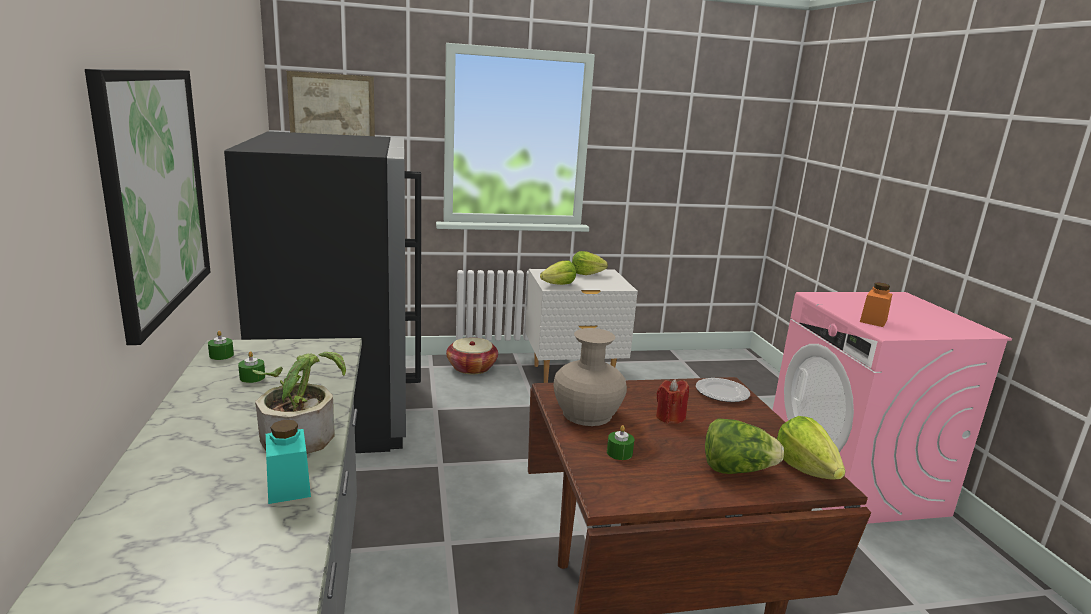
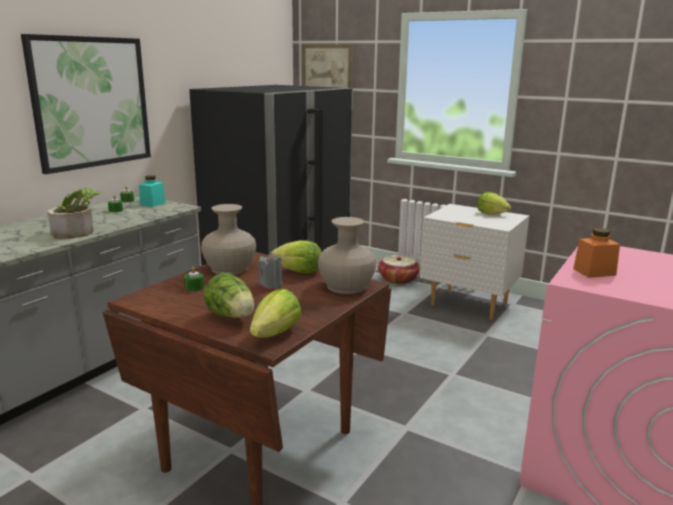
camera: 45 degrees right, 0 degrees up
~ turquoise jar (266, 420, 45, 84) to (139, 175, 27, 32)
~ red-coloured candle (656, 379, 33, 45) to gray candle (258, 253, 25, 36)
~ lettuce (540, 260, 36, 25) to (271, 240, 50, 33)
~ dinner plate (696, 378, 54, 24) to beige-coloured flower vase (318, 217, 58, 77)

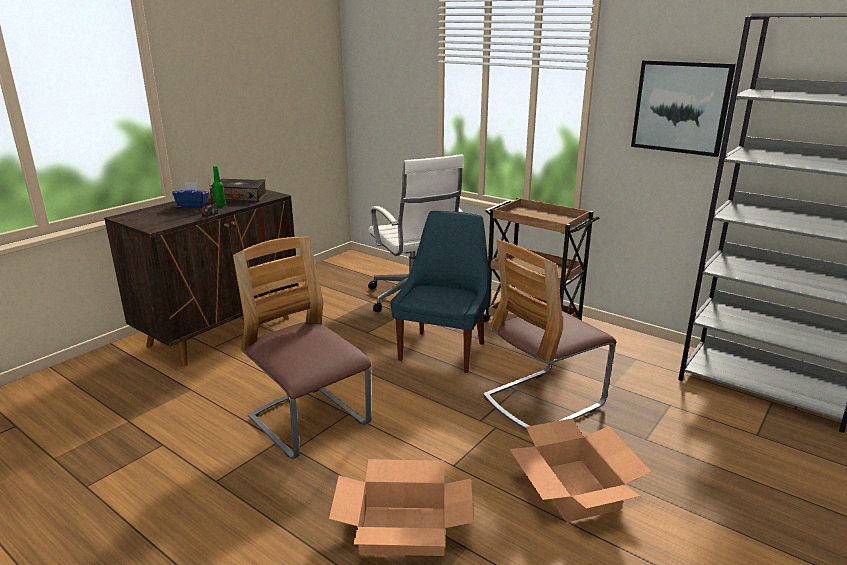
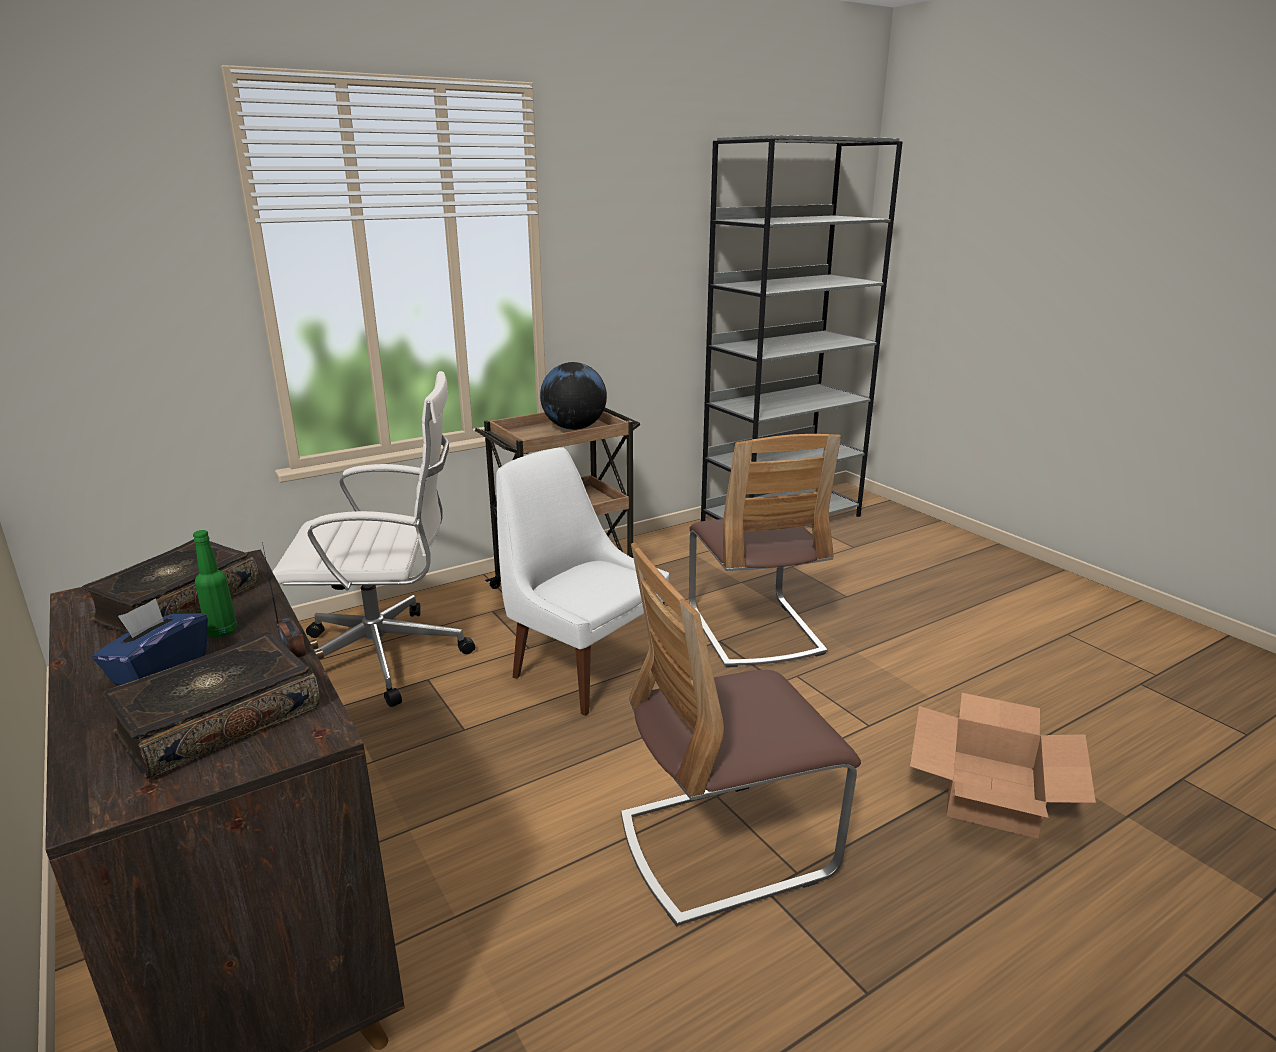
camera: 70 degrees left, 0 degrees up
+ bound book (102, 632, 218, 147)
~ blue plain chair (391, 211, 99, 162) to white plain chair (496, 447, 173, 269)
+ world globe (540, 362, 67, 68)
- cardboard box (509, 418, 142, 104)
- wall art (631, 60, 105, 97)

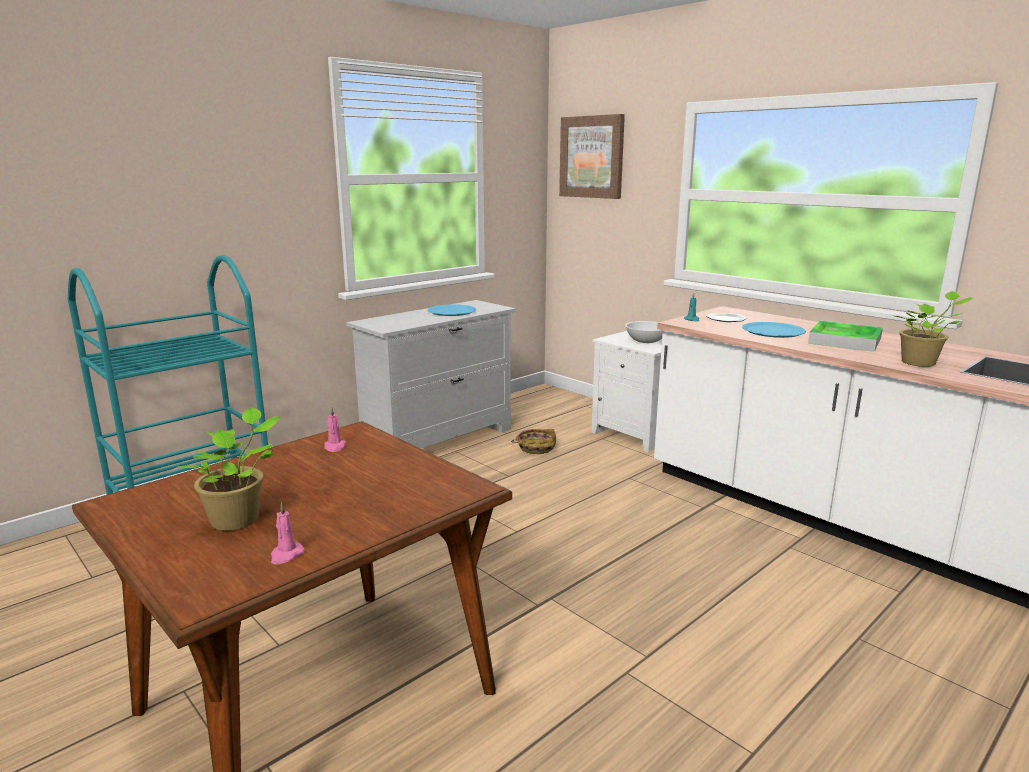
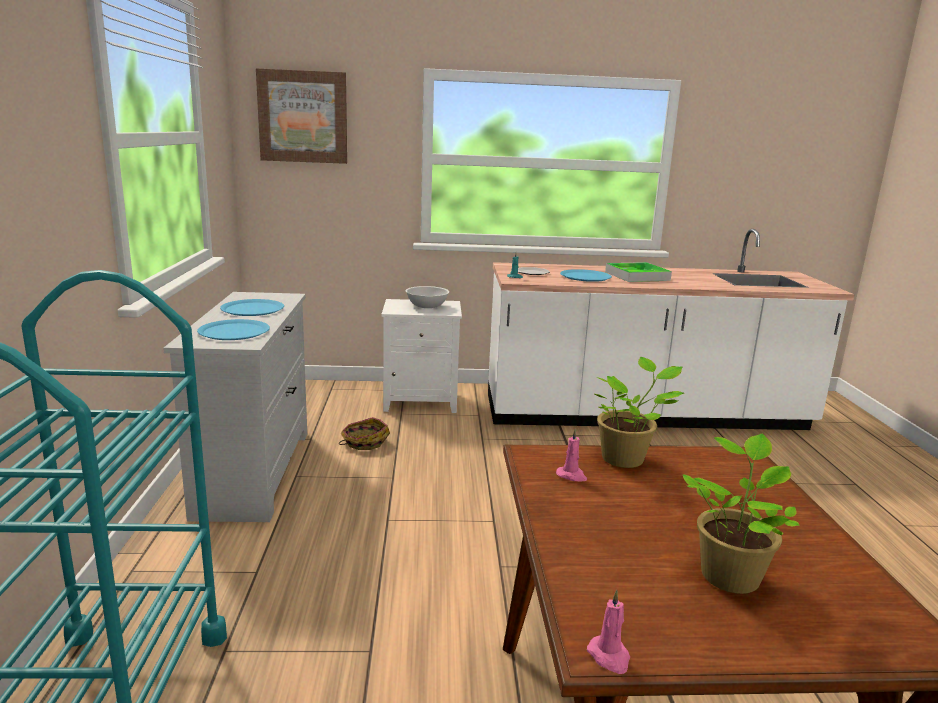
camera: 50 degrees left, 0 degrees up
+ blue dinner plate (197, 319, 73, 21)
~ pinkish candle (271, 502, 34, 63) to (587, 590, 43, 84)
~ potted plant (895, 291, 78, 76) to (593, 357, 91, 111)

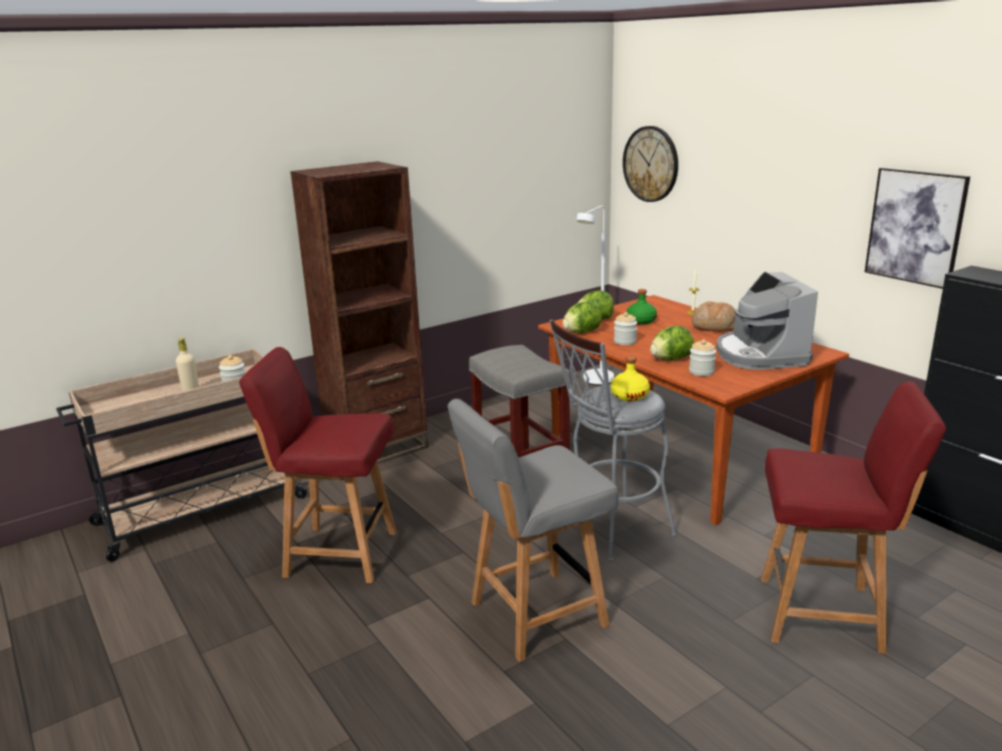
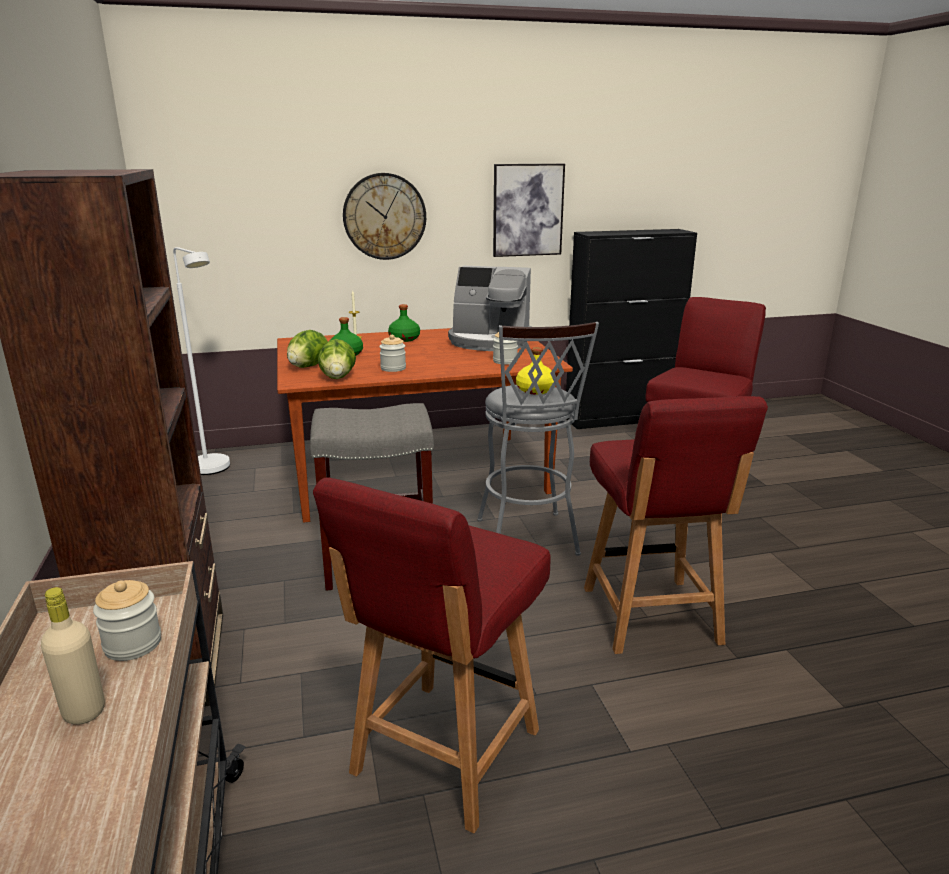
camera: 70 degrees left, 0 degrees up
~ wall clock (623, 126, 55, 76) to (343, 173, 83, 87)
~ bread (692, 301, 44, 31) to green-coloured bottle (388, 304, 32, 38)
~ gray plain chair (448, 399, 171, 263) to red-coloured plain chair (584, 396, 184, 258)
- lettuce (650, 326, 44, 34)

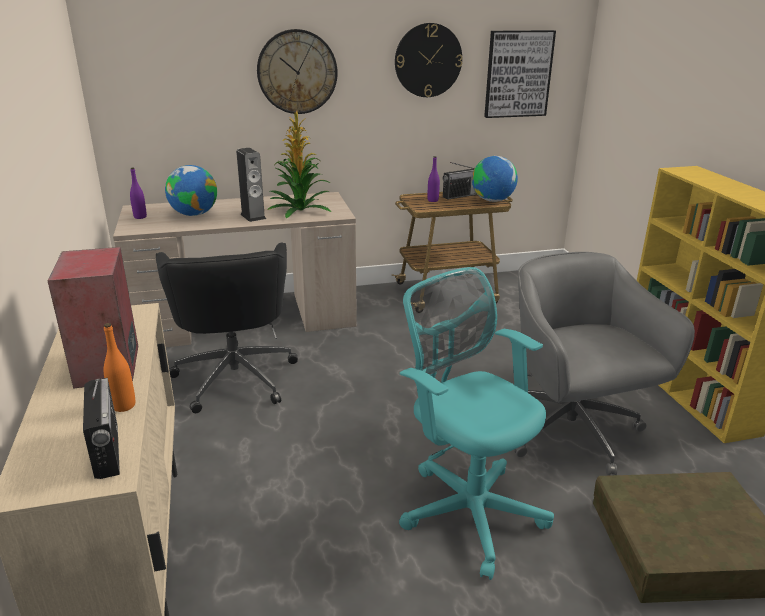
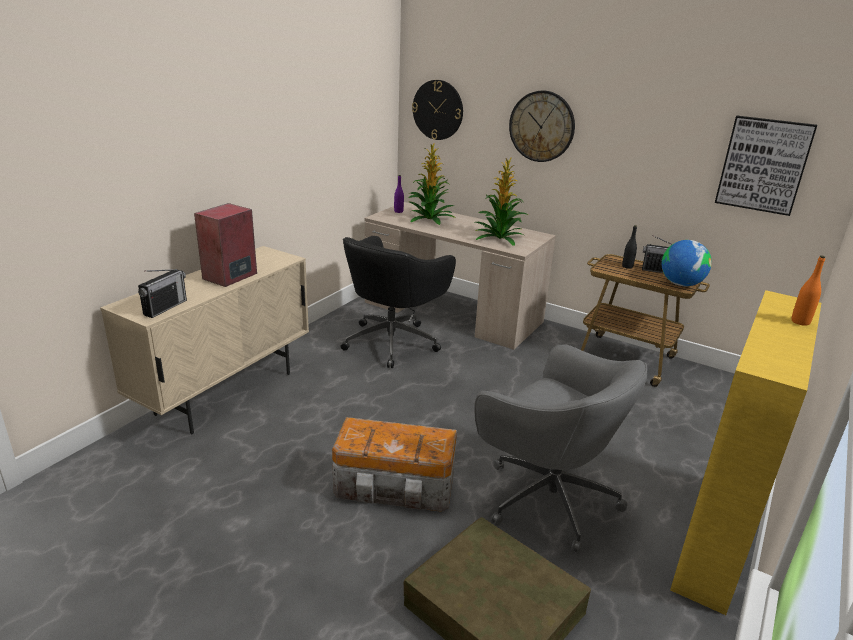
camera: 45 degrees right, 0 degrees up
~ turquoise desk chair (399, 267, 155, 313) to storage box (332, 417, 125, 95)
~ world globe (165, 165, 52, 51) to potted plant (408, 142, 48, 83)
~ wall clock (395, 23, 68, 74) to (412, 80, 51, 60)
~ gray desk chair (514, 252, 181, 224) = (474, 344, 173, 210) 105 degrees clockwise
~ purplish bottle (428, 156, 12, 46) to black bottle (622, 225, 15, 44)
~ orangey bottle (103, 323, 32, 89) to (792, 255, 33, 71)
- loudspeaker (236, 148, 30, 74)

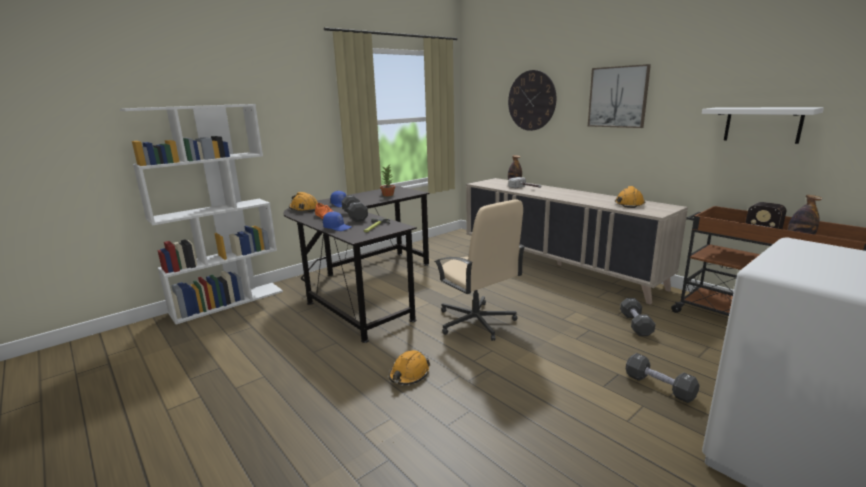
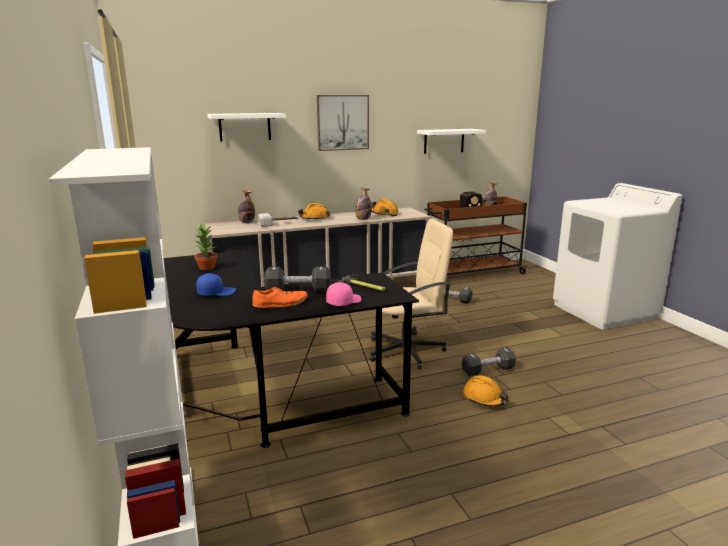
camera: 70 degrees left, 0 degrees up
~ wall clock (508, 70, 48, 61) to white bracket shelf (207, 113, 79, 29)
~ orangey hard hat (289, 192, 29, 20) to (298, 203, 32, 16)
~ blue baseball cap (323, 211, 28, 20) to pinkish baseball cap (326, 282, 36, 24)
+ bottle (355, 188, 17, 32)
~ black dumbbell (626, 353, 74, 50) to (462, 347, 54, 29)

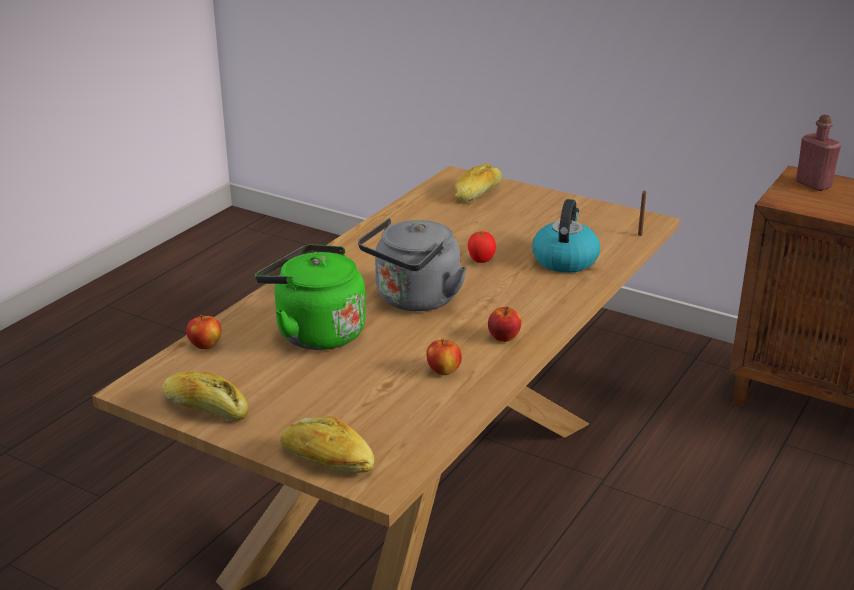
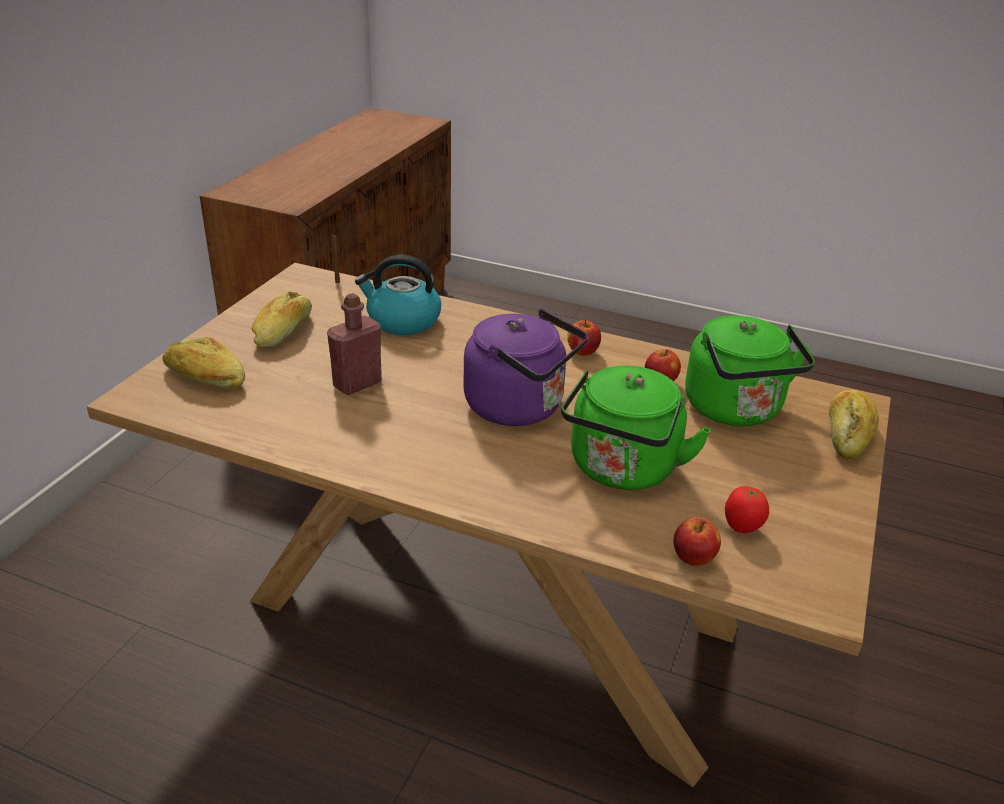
camera: 100 degrees left, 5 degrees up
~ bread (163, 371, 85, 50) to (252, 292, 60, 55)
~ red-coloured bottle (796, 115, 45, 76) to (327, 293, 55, 102)
~ gray water kettle (358, 218, 109, 93) to purplish water kettle (463, 309, 125, 117)
+ green-coloured water kettle (685, 315, 130, 111)
~ tomato (468, 231, 28, 32) to (725, 486, 44, 47)

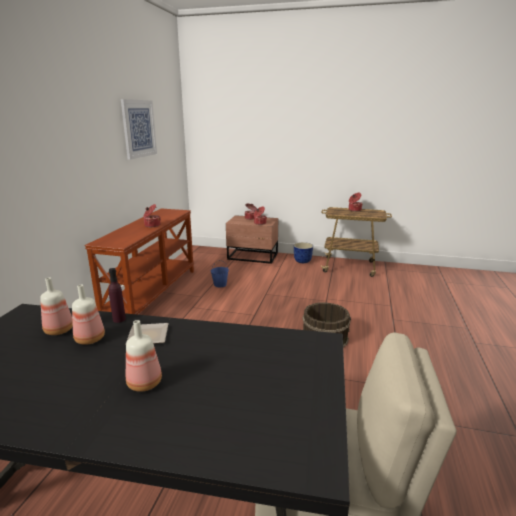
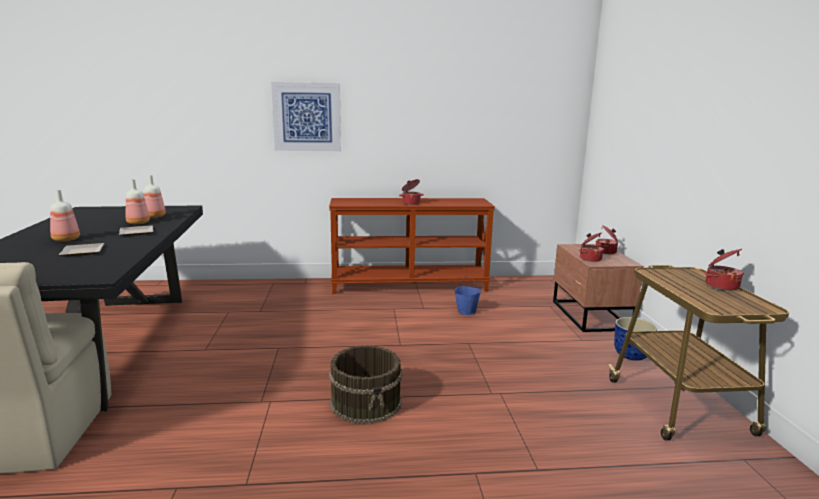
camera: 70 degrees right, 5 degrees down
+ dinner plate (59, 243, 45, 13)
~ wall art (121, 99, 36, 61) to (271, 82, 70, 69)
- purplish bottle (109, 268, 17, 55)

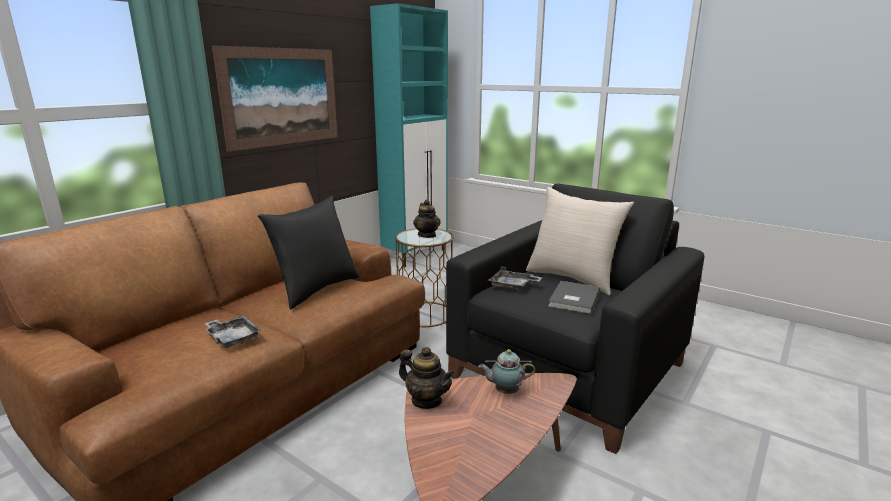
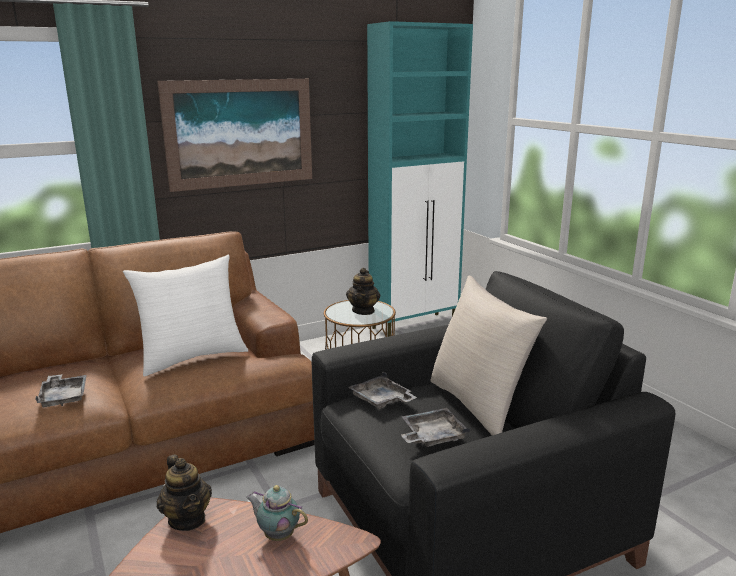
camera: 25 degrees right, 0 degrees up
~ black cushion (258, 196, 101, 114) to white cushion (123, 254, 125, 123)
~ gray bound book (548, 281, 52, 33) to gray tray (401, 408, 69, 39)

